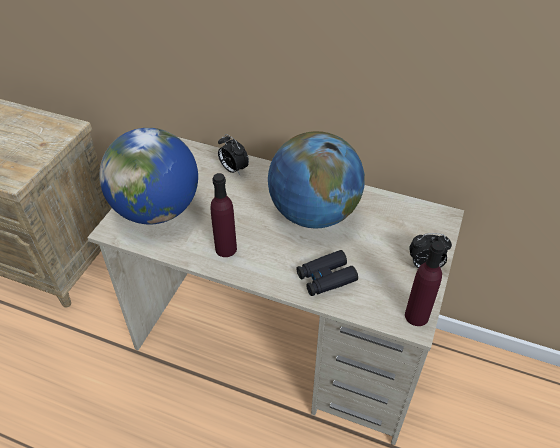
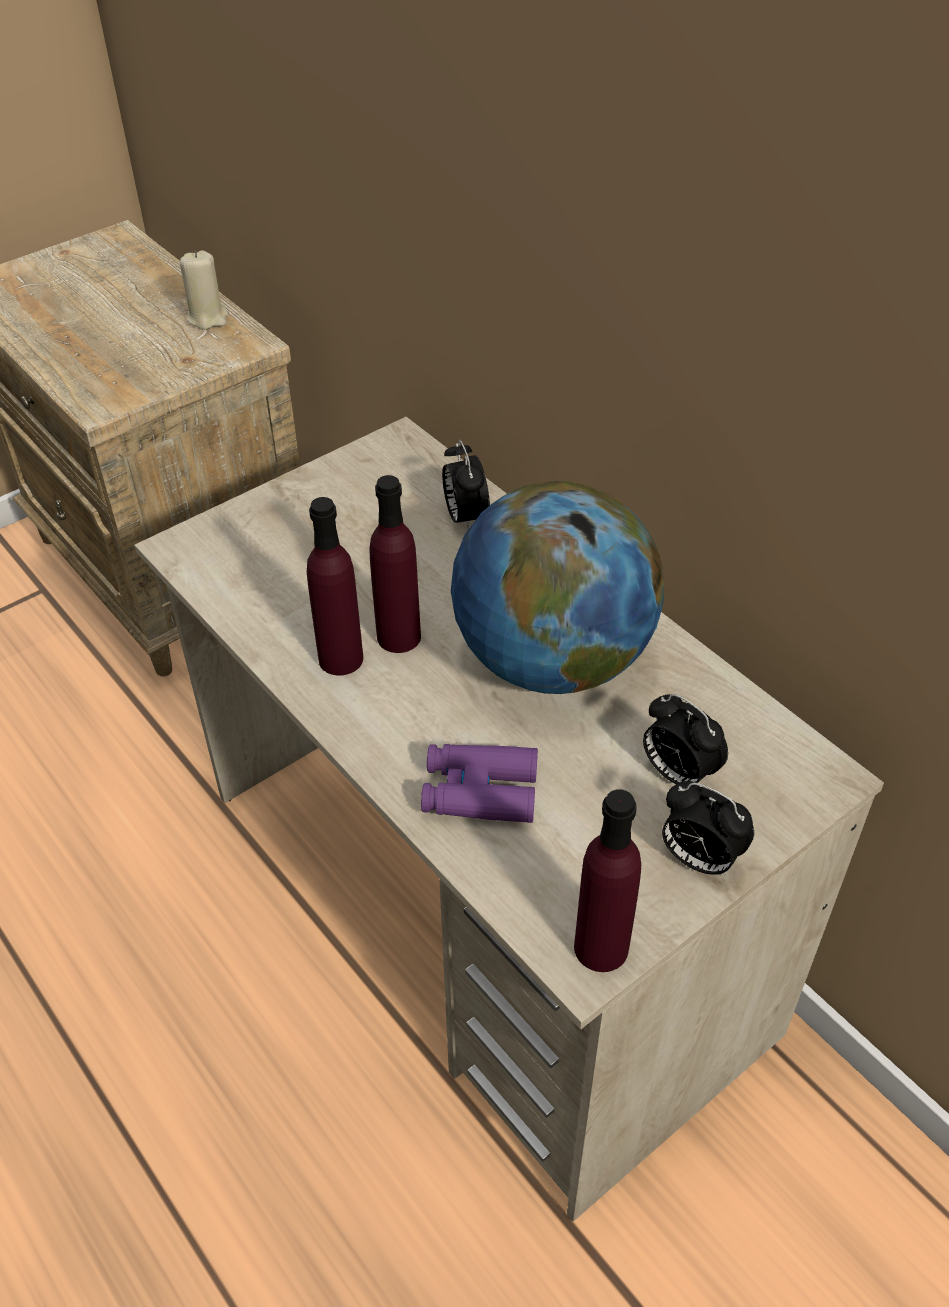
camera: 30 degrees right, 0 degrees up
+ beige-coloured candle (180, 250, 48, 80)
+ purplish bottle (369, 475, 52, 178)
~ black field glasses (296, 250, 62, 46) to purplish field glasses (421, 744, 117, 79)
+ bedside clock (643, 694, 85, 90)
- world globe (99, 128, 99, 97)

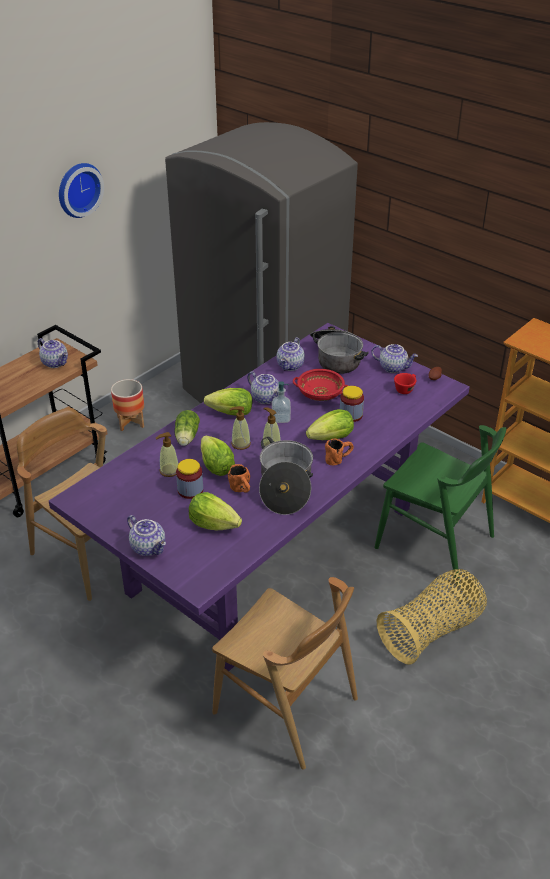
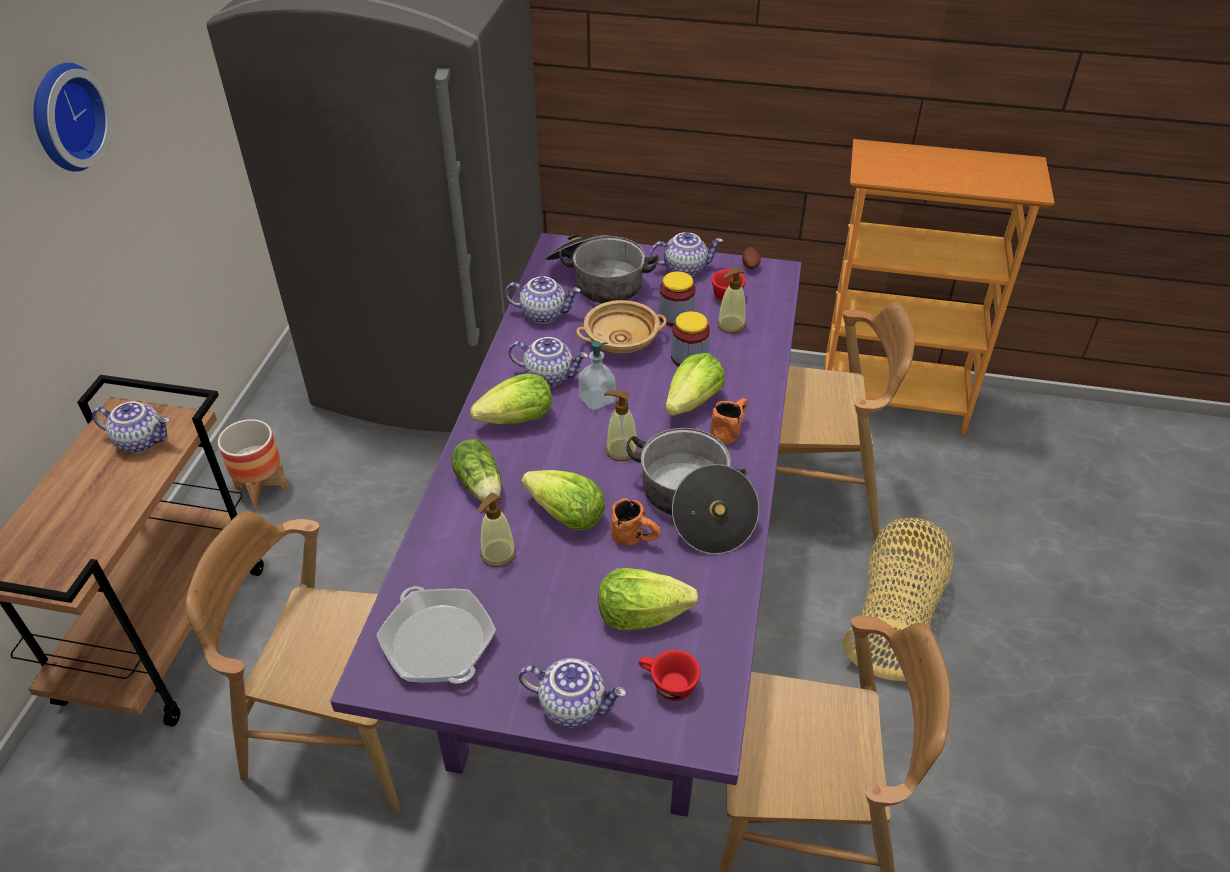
camera: 30 degrees left, 5 degrees up
+ pan (376, 586, 120, 98)
~ teapot (276, 337, 29, 34) = (505, 277, 76, 47) 75 degrees counterclockwise
~ red-coloured deep dish (293, 369, 55, 32) to beige-coloured deep dish (576, 300, 91, 54)
+ red-coloured small cup (639, 650, 62, 51)
~ jar (176, 459, 27, 40) to (659, 271, 37, 56)
~ soap dispenser (229, 406, 22, 44) to (717, 268, 29, 66)
~ green-coloured plain chair (375, 425, 131, 161) to brown plain chair (776, 302, 139, 239)

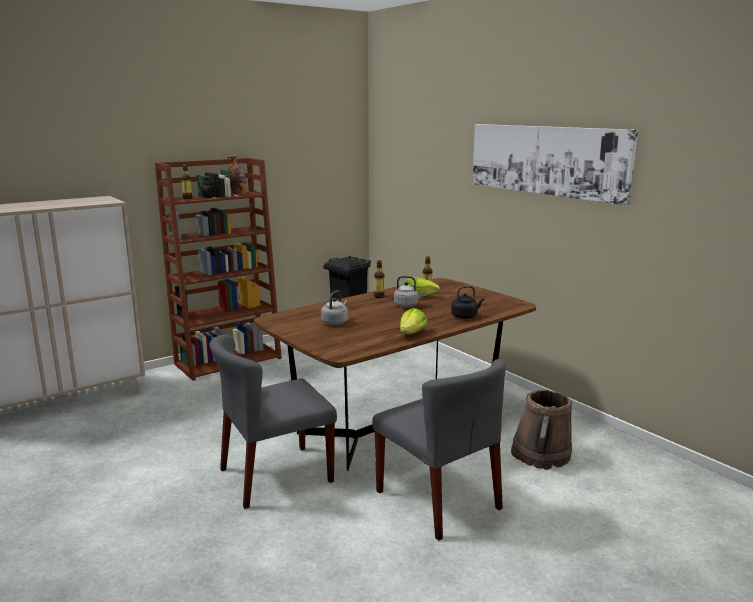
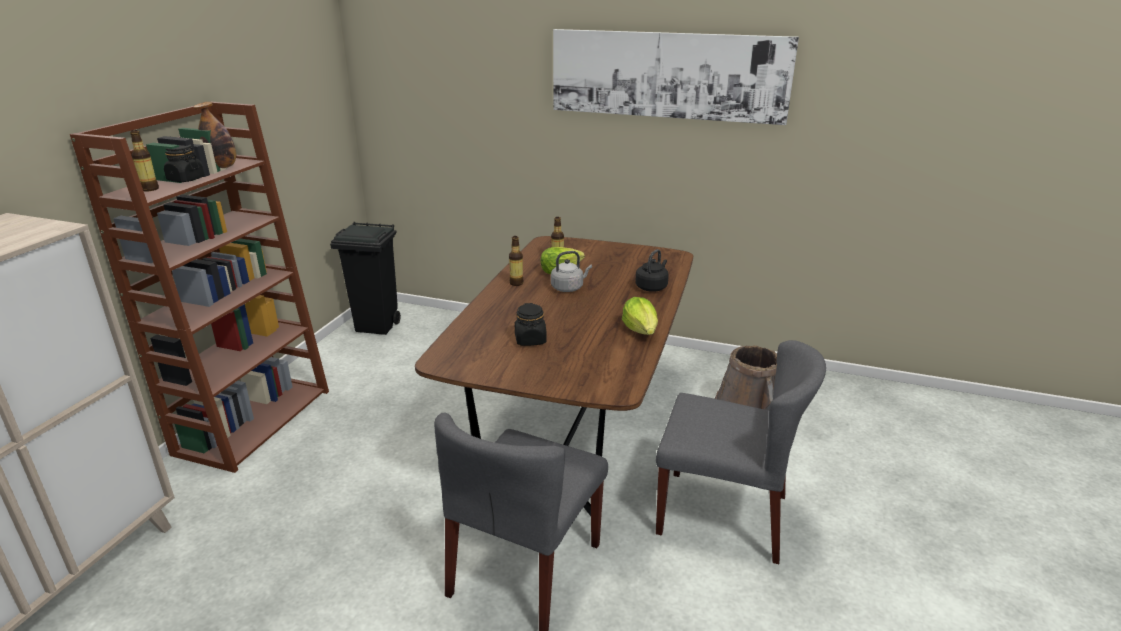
camera: 35 degrees left, 10 degrees up
~ gray water kettle (321, 290, 27, 35) to black jar (515, 303, 32, 43)

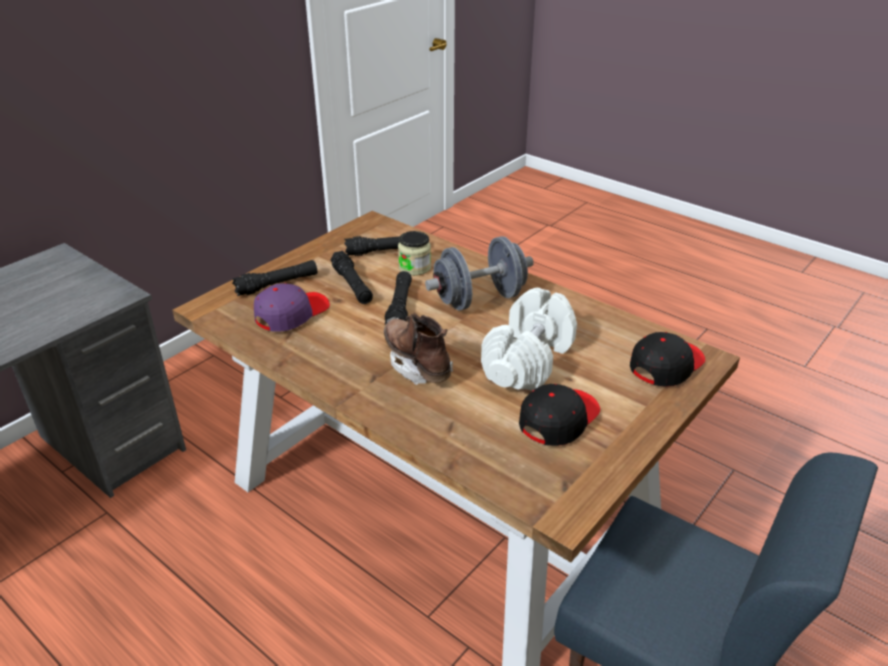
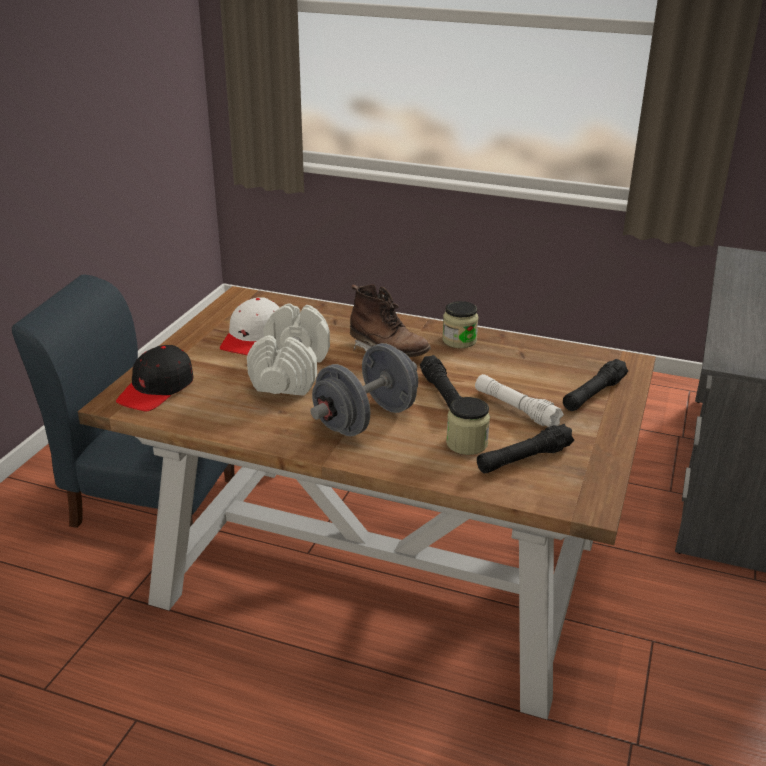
camera: 160 degrees right, 5 degrees down
~ black baseball cap (519, 384, 81, 62) to white baseball cap (220, 297, 60, 58)
+ jar (442, 301, 37, 47)
~ black flashlight (331, 251, 42, 53) to white flashlight (475, 374, 89, 53)
- purplish baseball cap (254, 283, 76, 49)

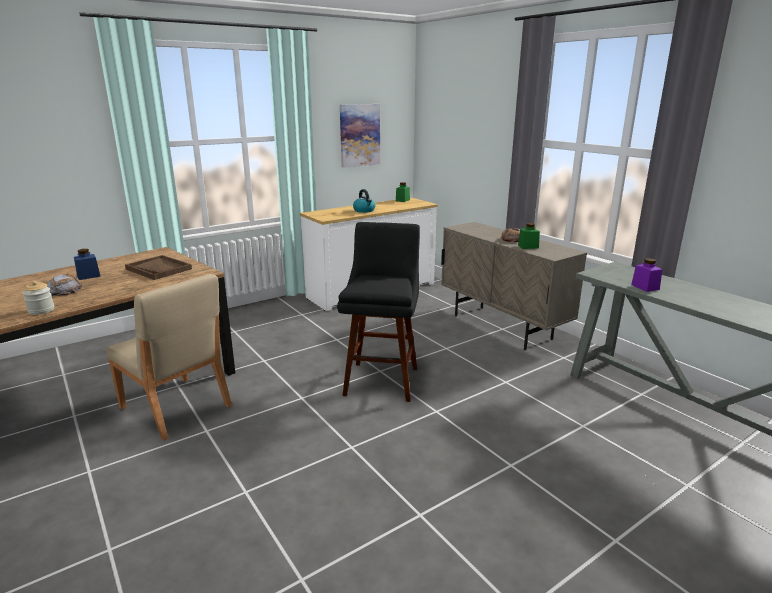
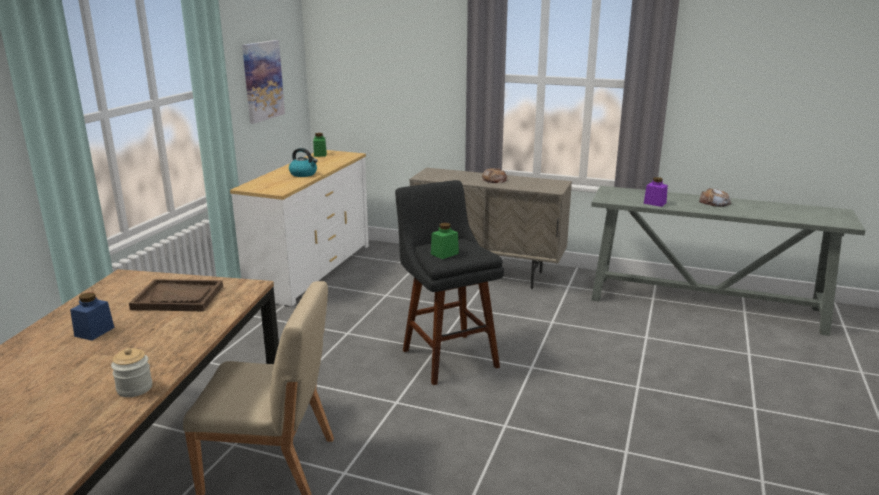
camera: 35 degrees left, 0 degrees up
~ green-coloured jar (518, 223, 22, 26) to (431, 223, 28, 36)
~ bread (47, 274, 36, 22) to (699, 188, 32, 19)

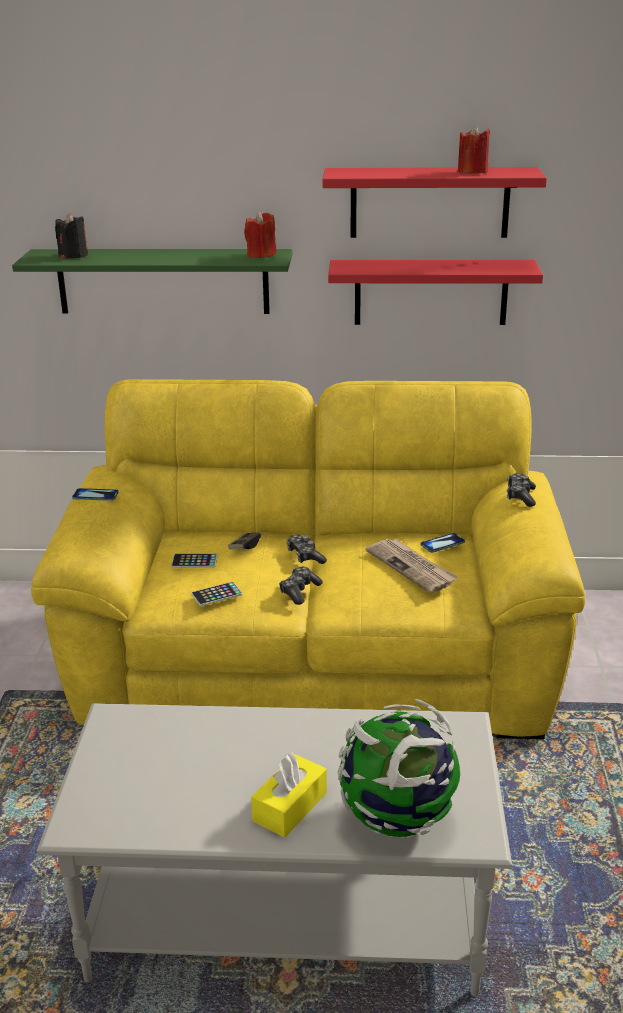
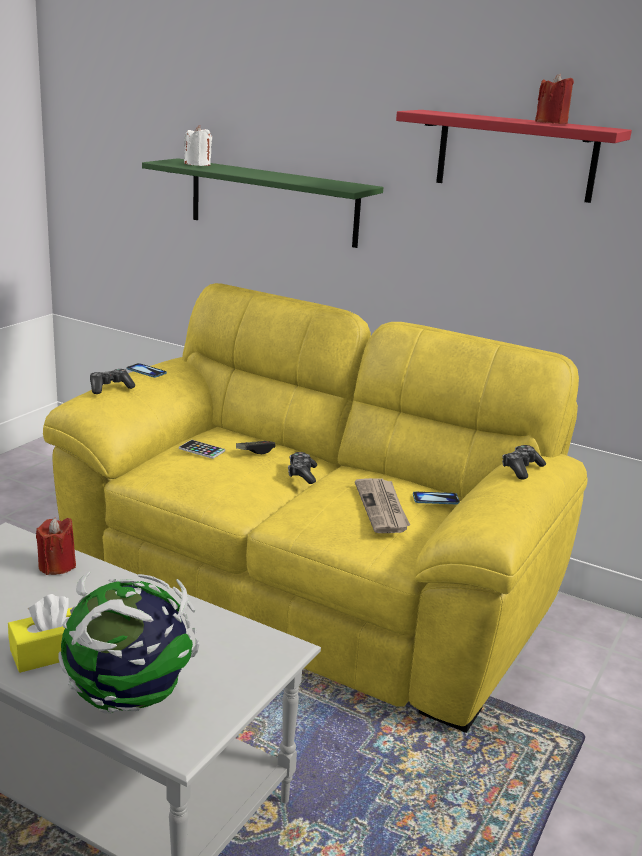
camera: 25 degrees right, 5 degrees down
~ red-coloured candle (244, 212, 32, 46) to (36, 518, 40, 57)
~ joypad (279, 567, 44, 38) to (90, 369, 45, 25)
~ black candle (55, 213, 33, 46) to white candle (184, 125, 28, 41)
- phone (191, 582, 52, 24)
- red-coloured bracket shelf (328, 260, 215, 65)

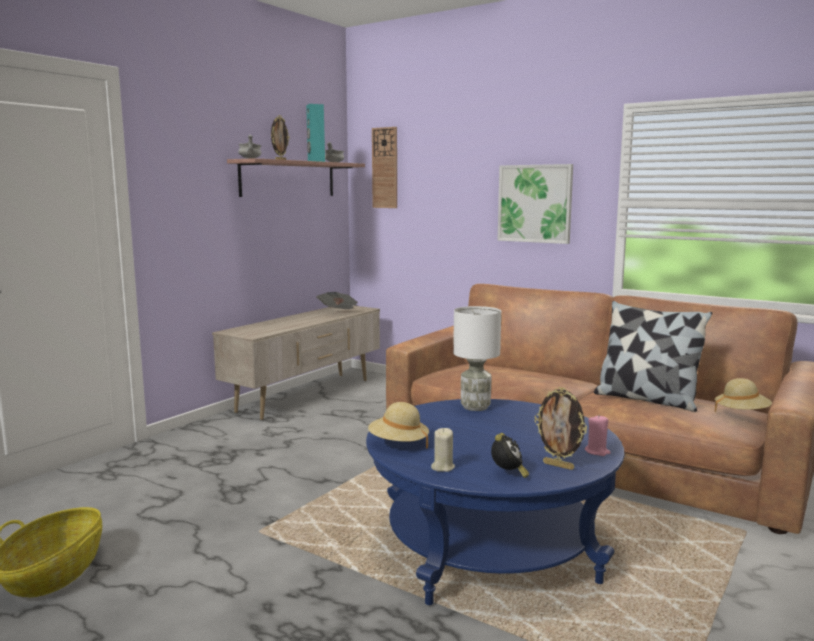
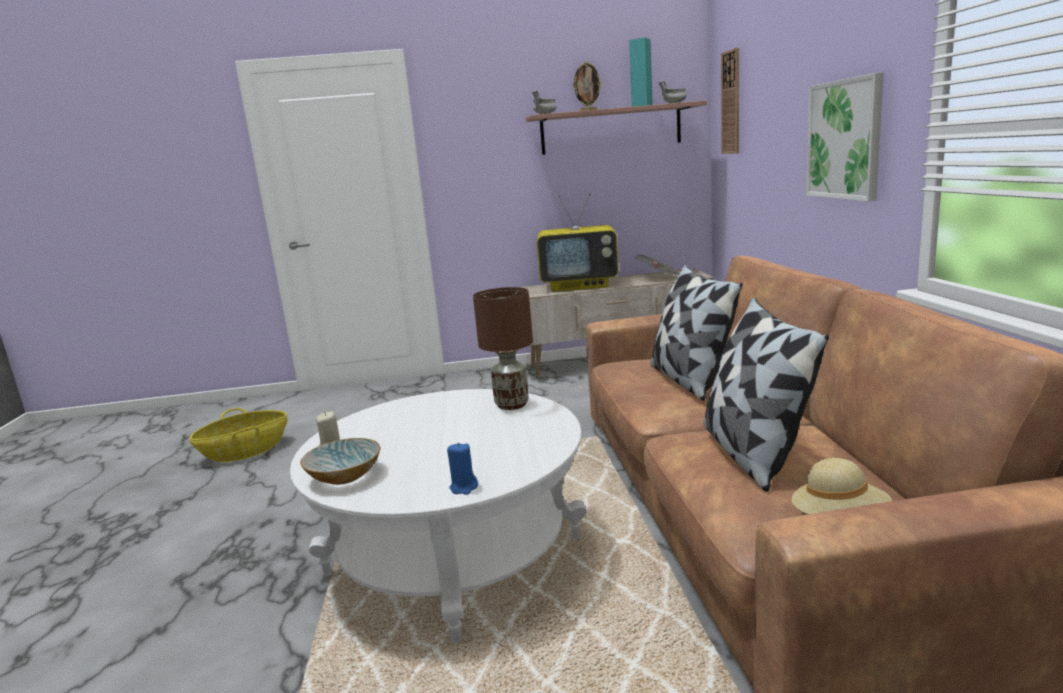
camera: 50 degrees right, 5 degrees up
~ blue low table (366, 399, 259, 206) to white low table (290, 389, 297, 254)
~ bedside clock (491, 433, 38, 45) to deep dish (300, 438, 81, 47)
~ pinkish candle (585, 416, 26, 40) to blue candle (447, 442, 31, 53)
~ white table lamp (453, 306, 48, 105) to brown table lamp (473, 287, 60, 123)
+ TV (537, 194, 82, 98)
+ cushion (651, 264, 91, 137)
- beige-coloured clothing hat (368, 402, 61, 46)
- photo frame (535, 387, 52, 83)

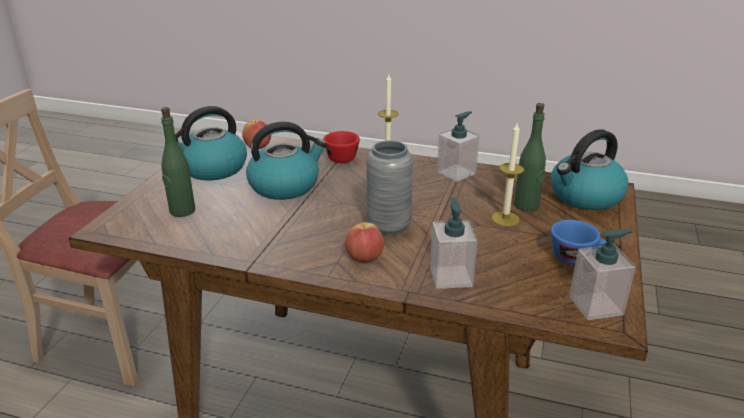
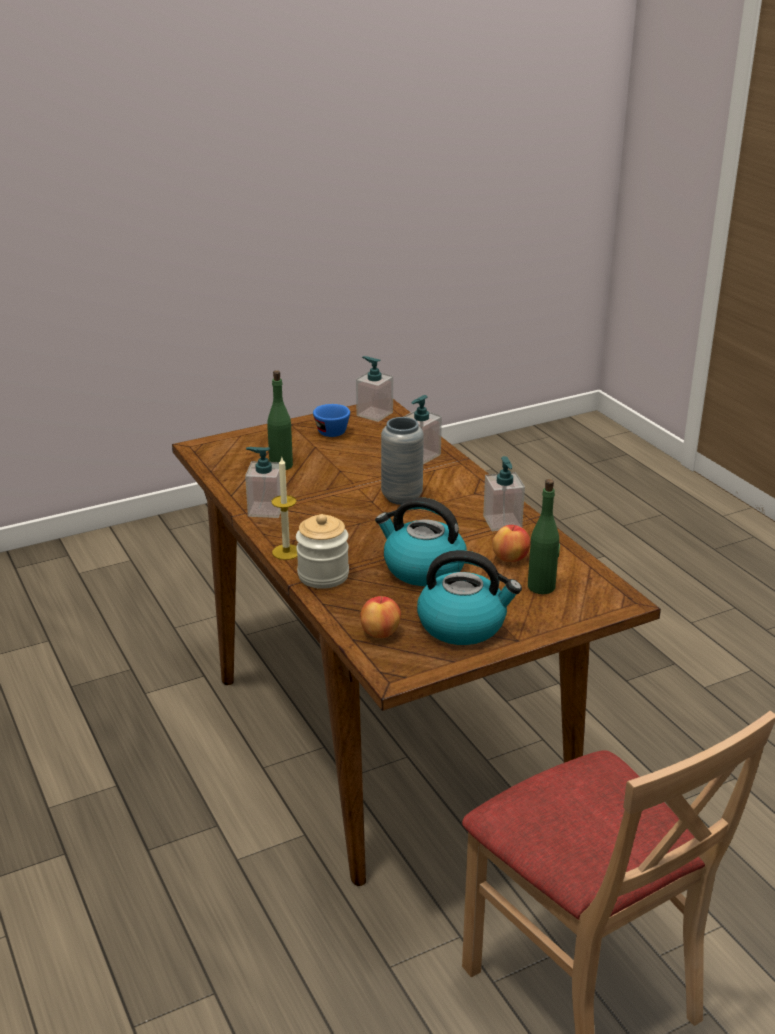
camera: 135 degrees left, 0 degrees up
~ red-coloured small cup (323, 131, 37, 32) to jar (296, 514, 53, 75)
+ soap dispenser (483, 456, 42, 75)
~ whole apple (345, 222, 39, 41) to (492, 525, 39, 37)
- candle (492, 123, 32, 103)
- water kettle (551, 129, 77, 81)

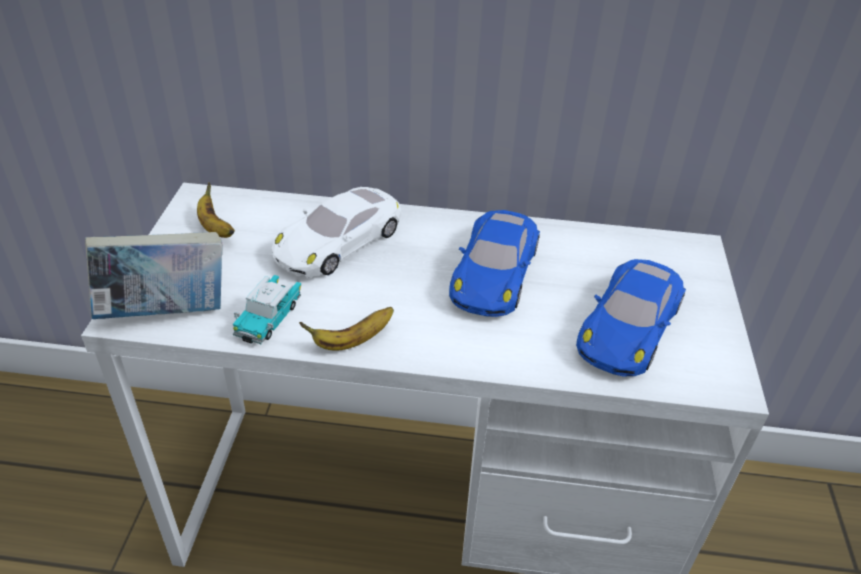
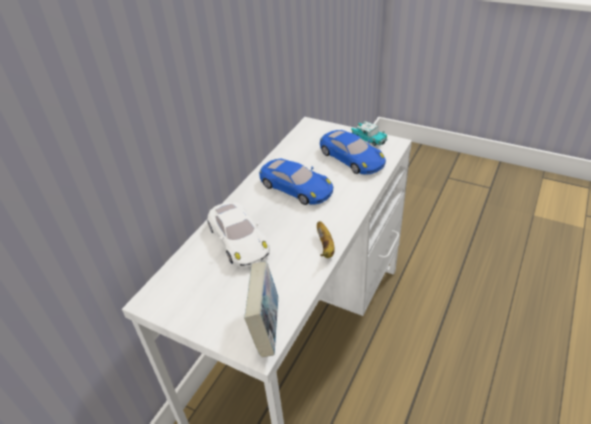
camera: 65 degrees left, 0 degrees up
~ miniature car (233, 275, 68, 69) to (351, 121, 37, 25)
- banana fruit (197, 182, 38, 56)

